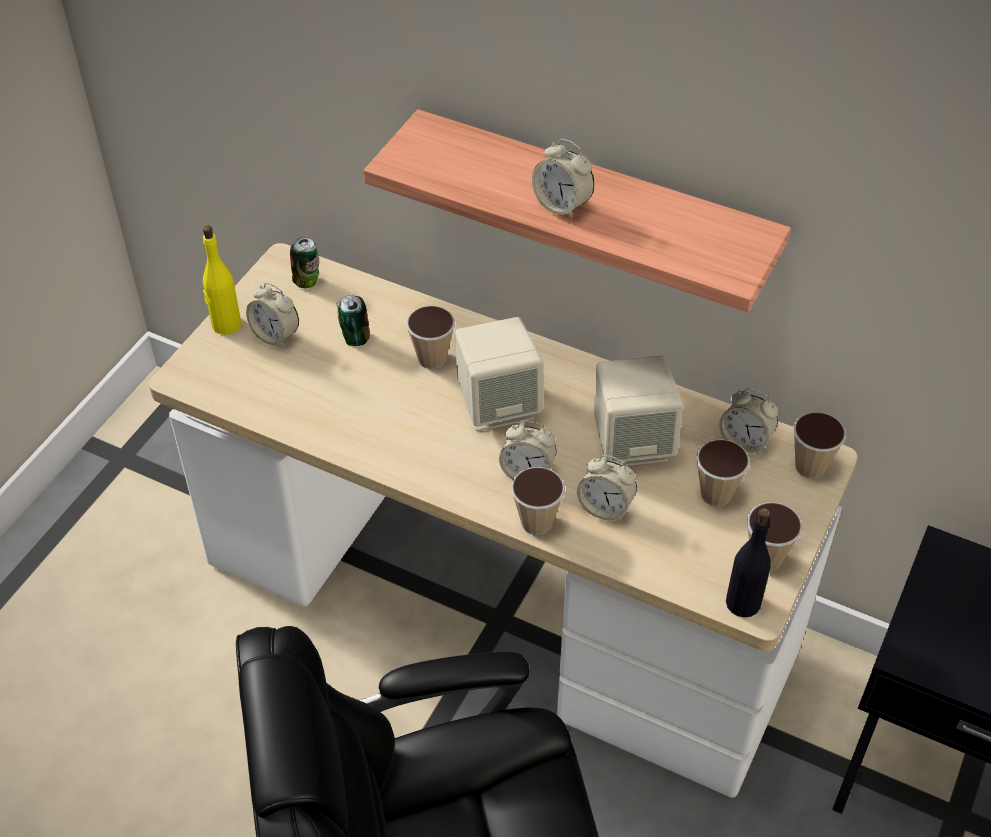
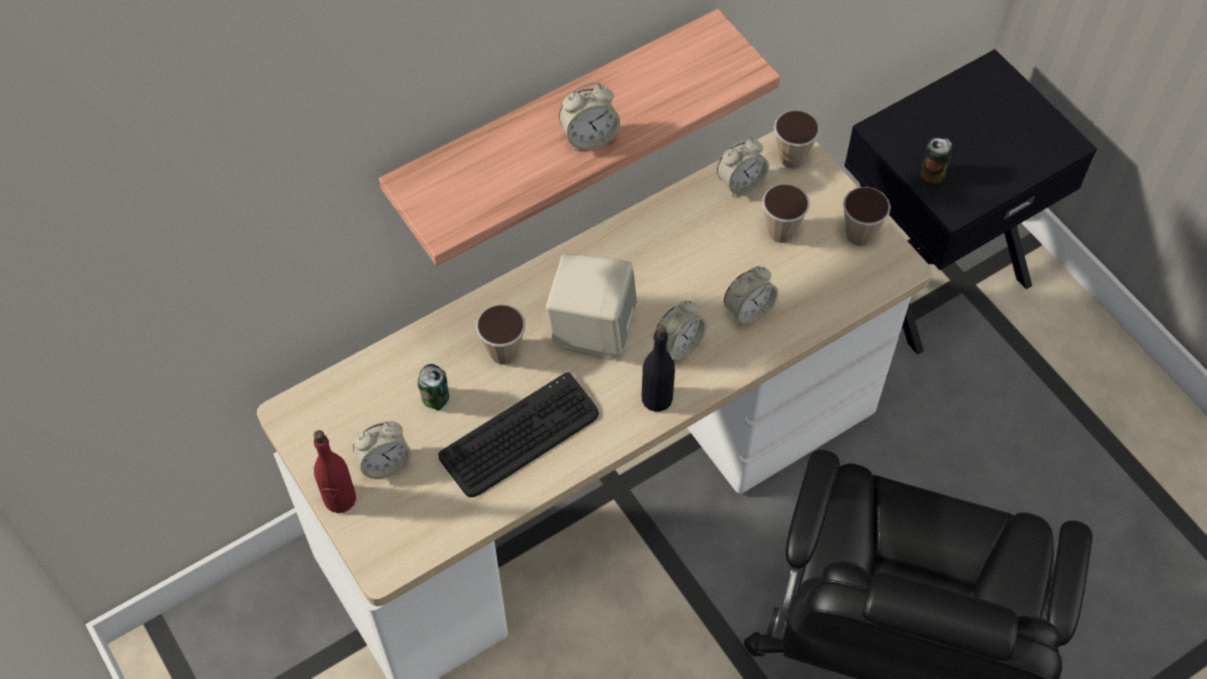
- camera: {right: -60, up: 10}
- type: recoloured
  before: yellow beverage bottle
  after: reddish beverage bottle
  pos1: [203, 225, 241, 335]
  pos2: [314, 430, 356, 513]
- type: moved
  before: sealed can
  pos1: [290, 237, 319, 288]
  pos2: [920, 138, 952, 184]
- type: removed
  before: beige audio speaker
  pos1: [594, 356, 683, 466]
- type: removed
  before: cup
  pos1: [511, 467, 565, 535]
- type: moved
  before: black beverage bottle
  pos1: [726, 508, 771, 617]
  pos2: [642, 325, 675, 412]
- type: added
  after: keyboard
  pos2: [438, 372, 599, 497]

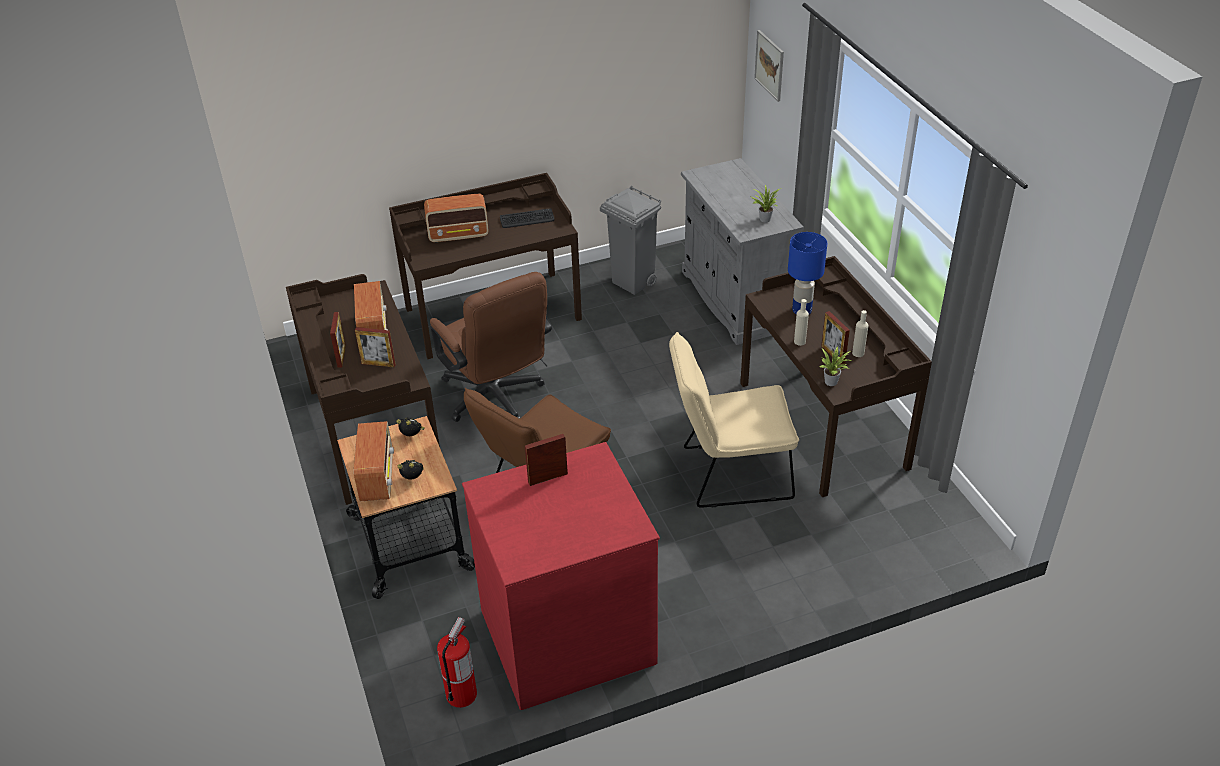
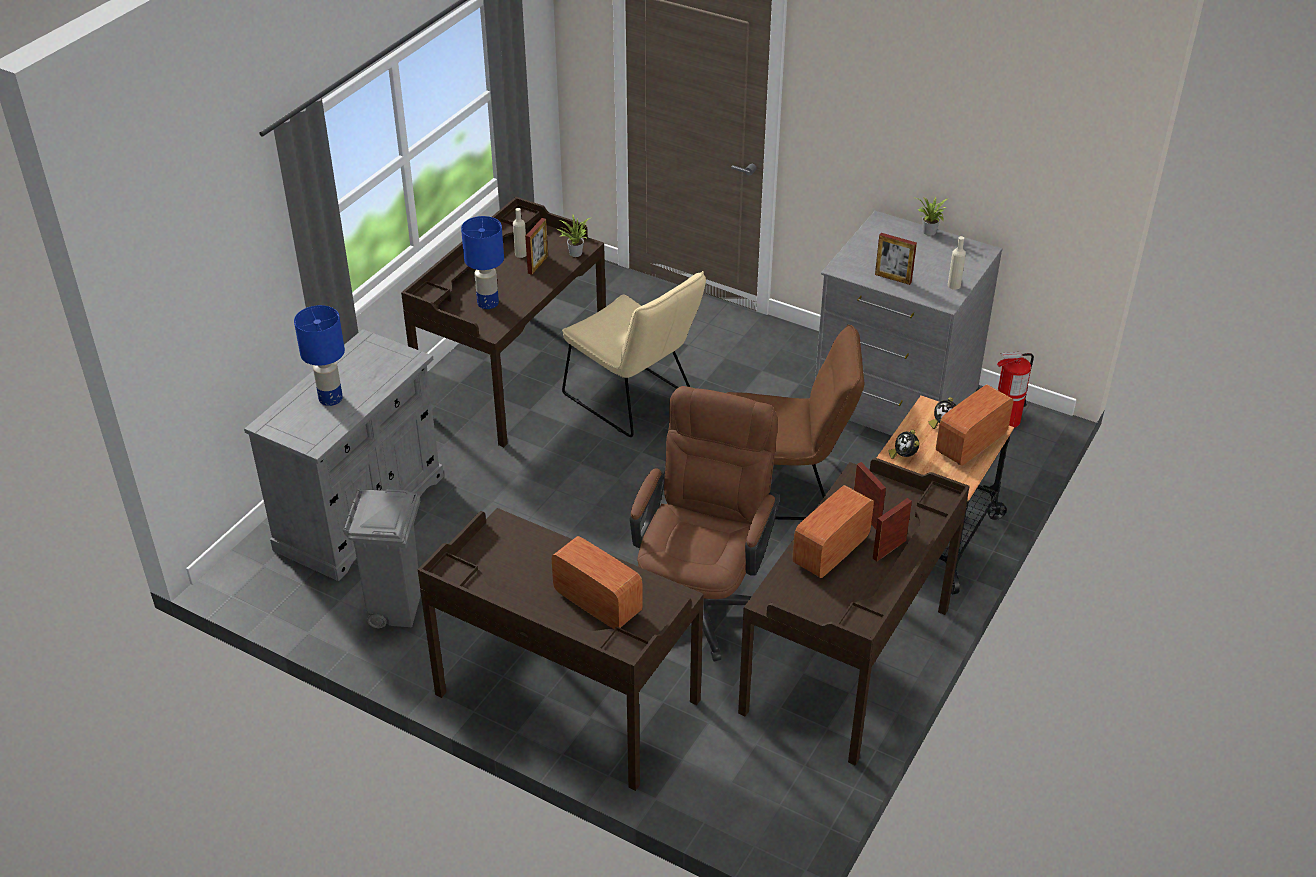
- camera: {right: -130, up: 0}
- type: removed
  before: picture
  pos1: [754, 30, 784, 102]
- type: moved
  before: plant in a pot
  pos1: [751, 185, 781, 222]
  pos2: [913, 196, 947, 236]
- type: removed
  before: keyboard
  pos1: [500, 208, 554, 228]
- type: moved
  before: beige beverage bottle
  pos1: [794, 299, 809, 346]
  pos2: [948, 236, 966, 290]
- type: recoloured
  before: reddish drawer chest
  after: greyish drawer chest
  pos1: [462, 442, 660, 710]
  pos2: [815, 211, 1002, 436]
- type: added
  after: blue-coloured table lamp
  pos2: [294, 305, 345, 406]

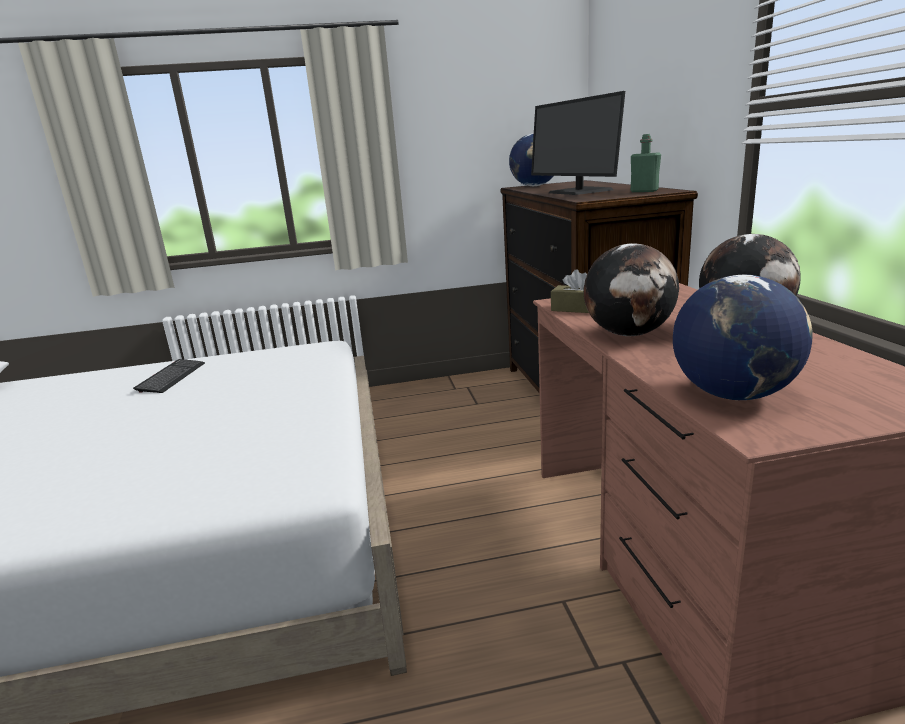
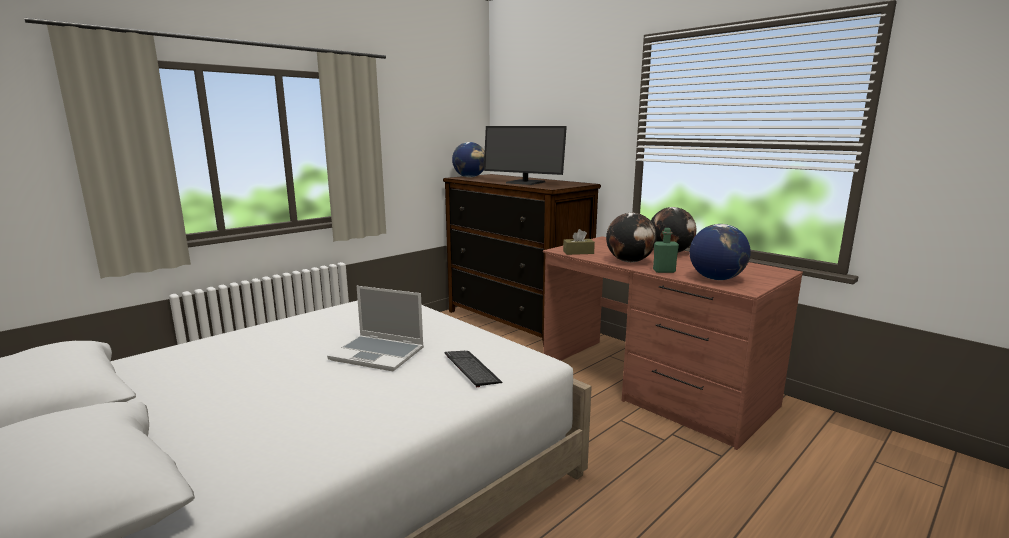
- camera: {right: -35, up: -5}
- type: moved
  before: green-coloured beverage bottle
  pos1: [631, 134, 661, 192]
  pos2: [653, 228, 679, 273]
- type: moved
  before: keyboard
  pos1: [133, 359, 205, 393]
  pos2: [444, 351, 503, 388]
- type: added
  after: laptop
  pos2: [327, 286, 424, 371]

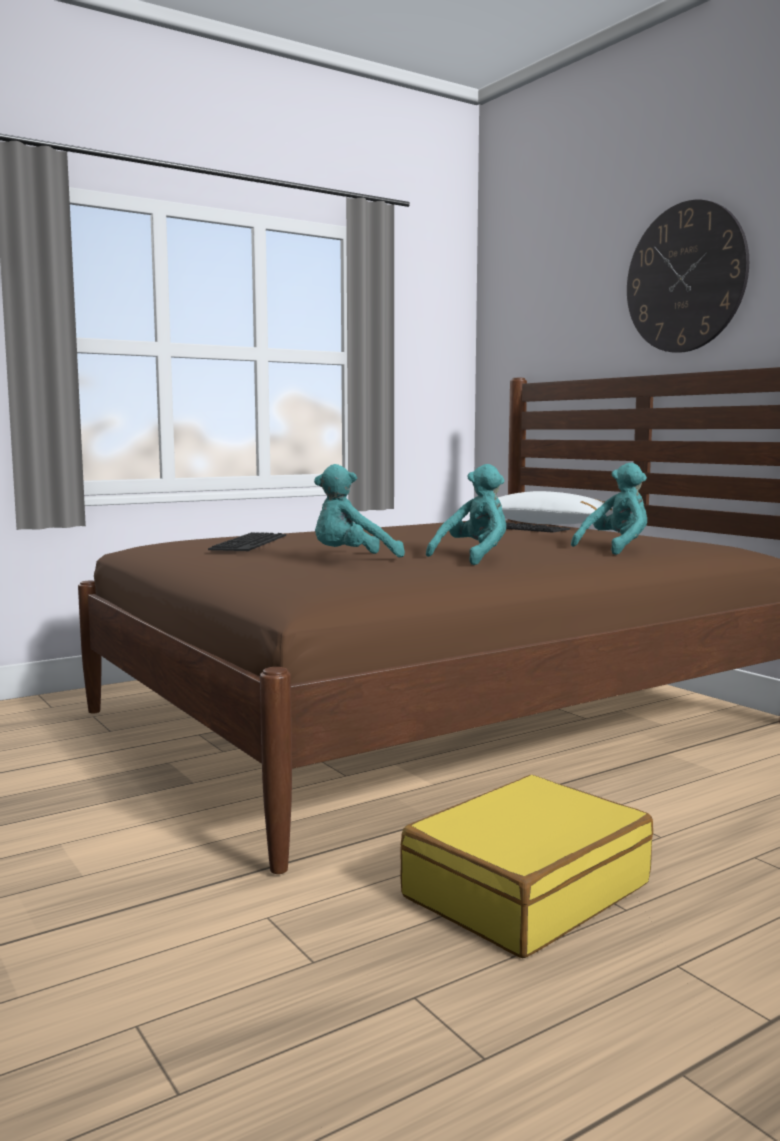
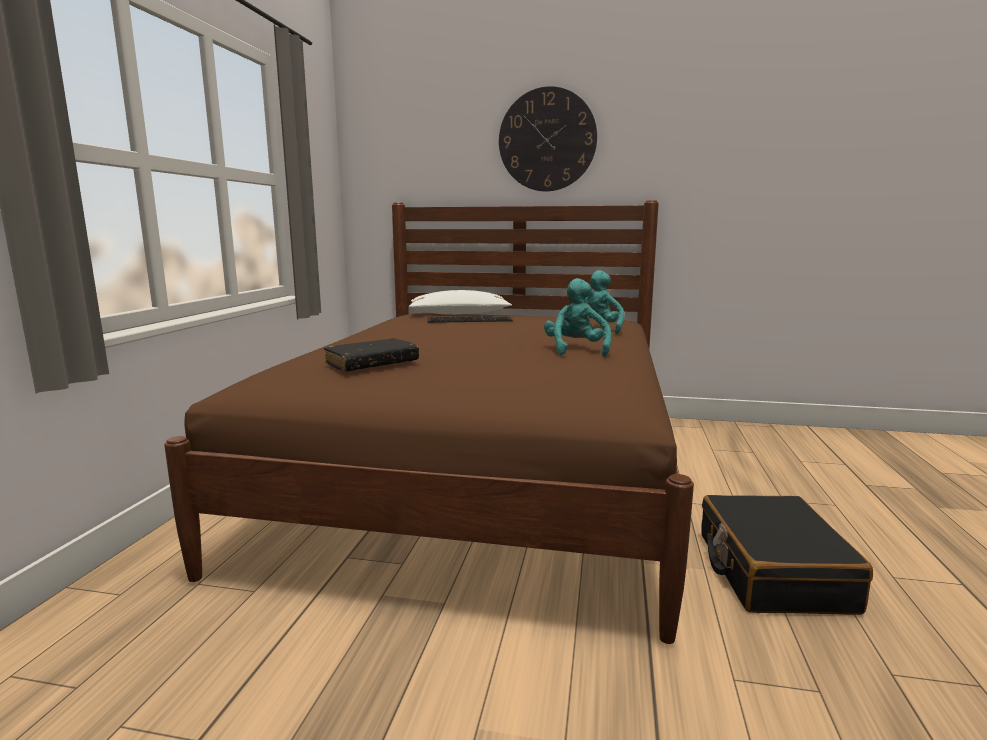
- camera: {right: -45, up: 5}
- type: removed
  before: turquoise plush toy
  pos1: [314, 464, 405, 558]
- type: replaced
  before: keyboard
  after: black book
  pos1: [208, 532, 286, 551]
  pos2: [324, 338, 419, 372]
- type: recoloured
  before: yellow suitcase
  after: black suitcase
  pos1: [400, 775, 653, 958]
  pos2: [701, 495, 873, 615]

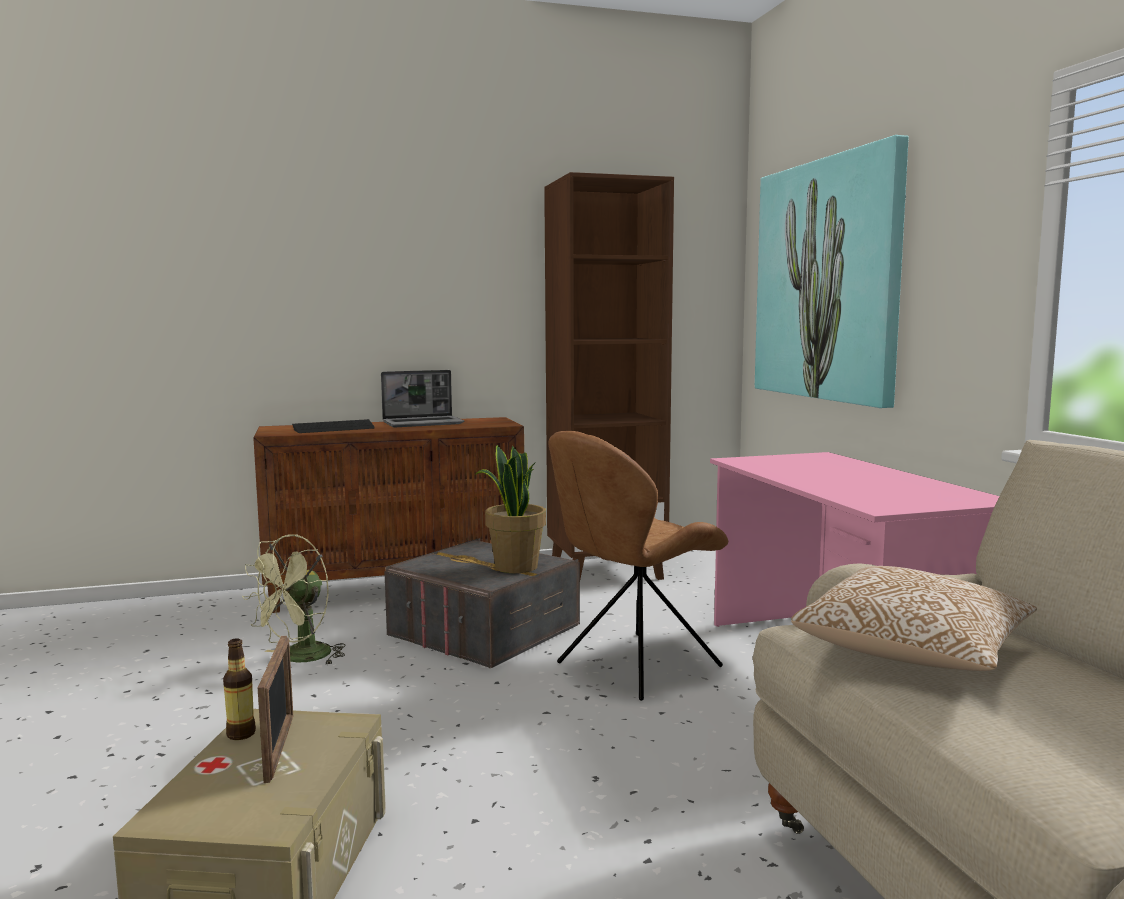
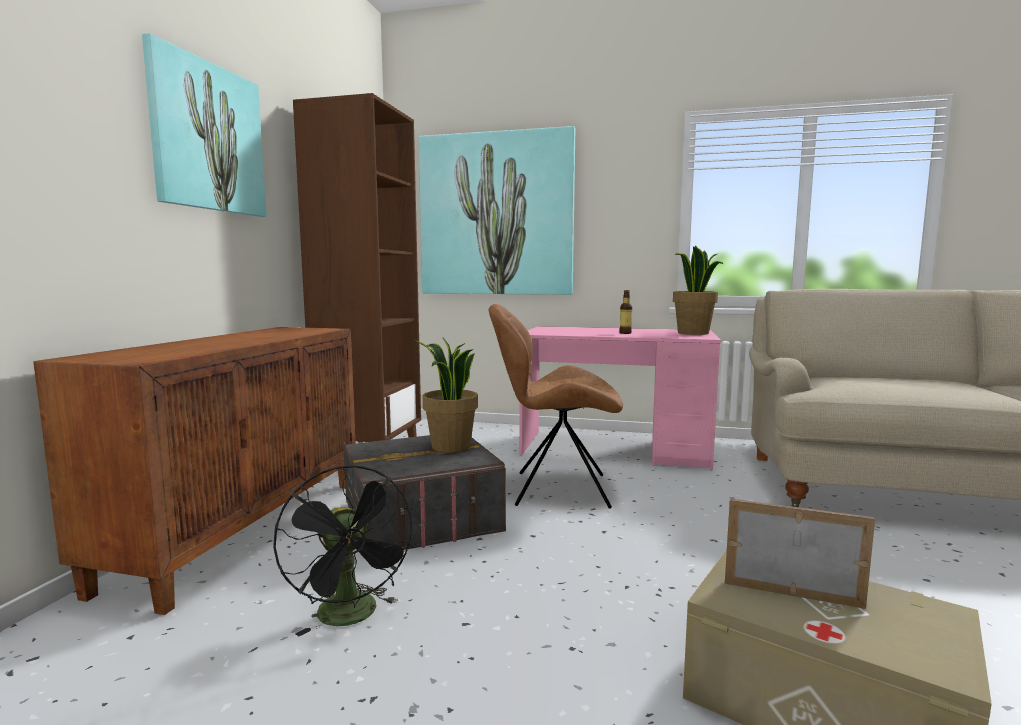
- camera: {right: -60, up: 0}
- type: removed
  before: laptop
  pos1: [381, 370, 464, 427]
- type: removed
  before: keyboard
  pos1: [292, 419, 375, 433]
- type: turned
  before: brown-coloured plain chair
  pos1: [548, 431, 728, 701]
  pos2: [489, 304, 623, 509]
  turn: 105
- type: recoloured
  before: green-coloured electric fan
  after: black electric fan
  pos1: [242, 534, 346, 665]
  pos2: [273, 465, 415, 637]
- type: removed
  before: pillow
  pos1: [791, 566, 1037, 671]
- type: moved
  before: beverage bottle
  pos1: [223, 638, 256, 740]
  pos2: [619, 290, 632, 334]
- type: added
  after: picture
  pos2: [142, 33, 267, 217]
- type: added
  after: plant in a pot
  pos2: [673, 246, 723, 335]

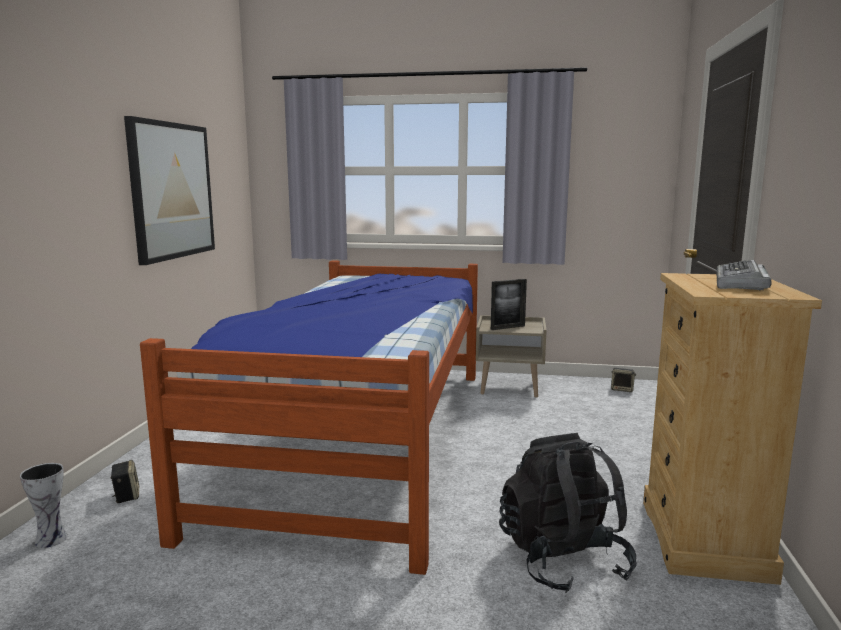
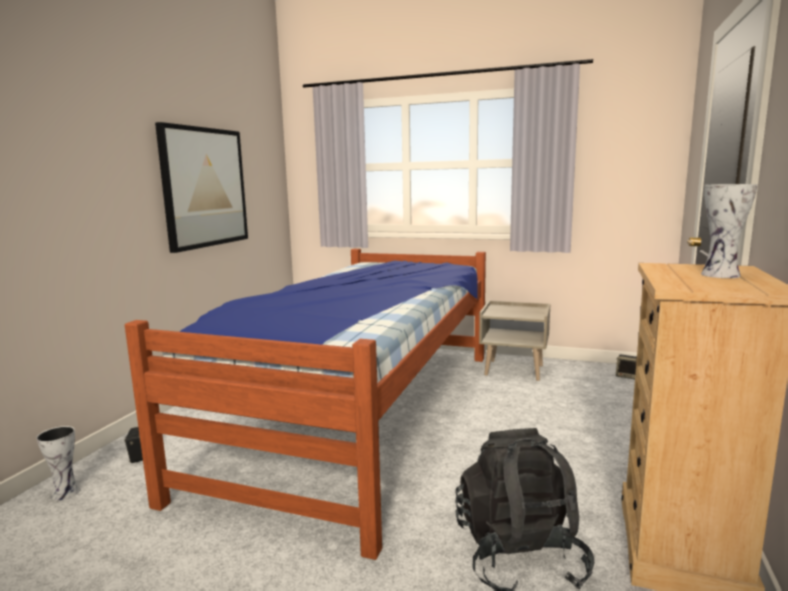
- camera: {right: 10, up: 0}
- type: replaced
  before: keyboard
  after: vase
  pos1: [716, 260, 772, 290]
  pos2: [701, 184, 758, 278]
- type: removed
  before: standing frame
  pos1: [491, 279, 527, 330]

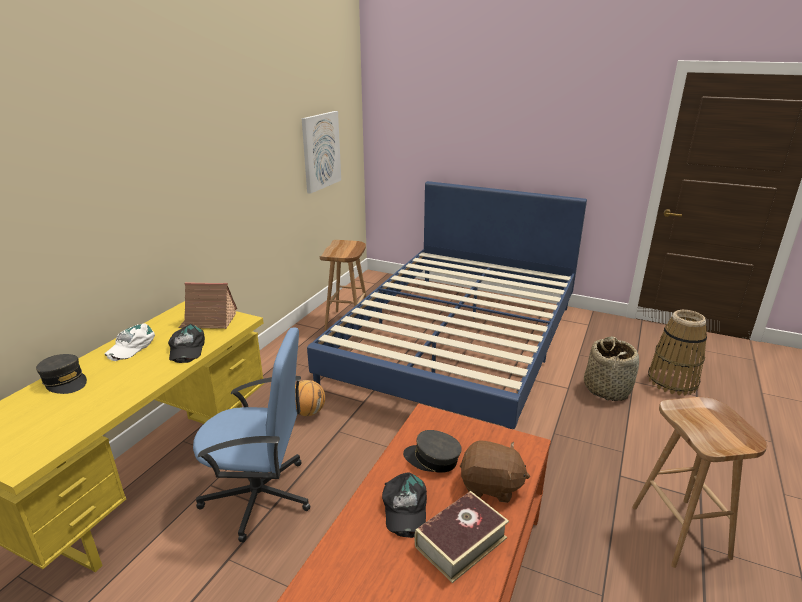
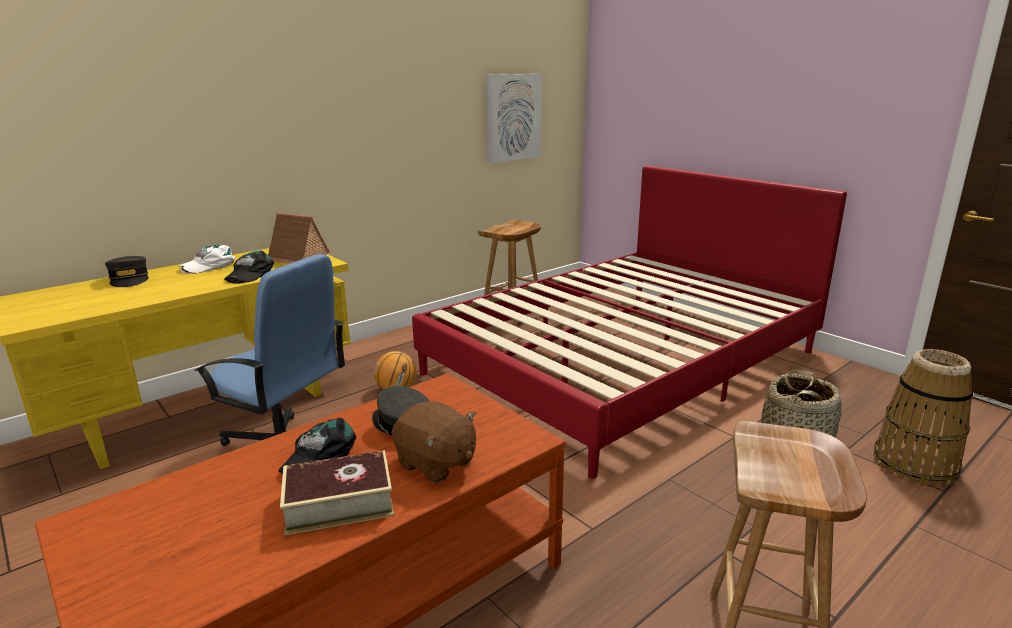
- camera: {right: 25, up: -5}
- type: recoloured
  before: blue-coloured bed
  after: reddish bed
  pos1: [307, 181, 587, 429]
  pos2: [412, 166, 847, 479]

